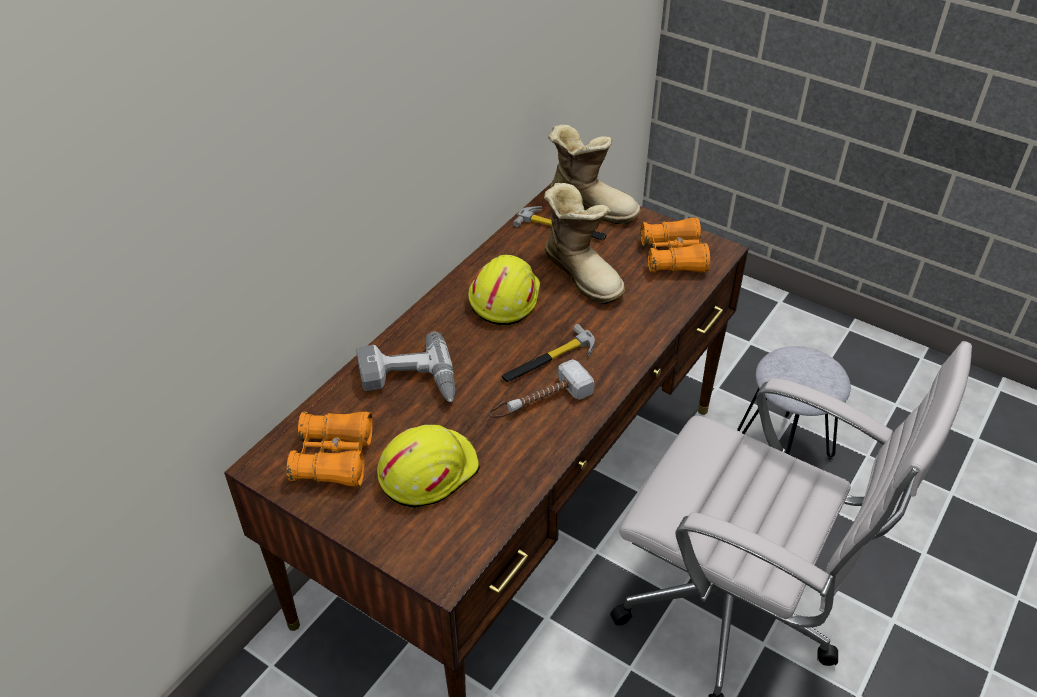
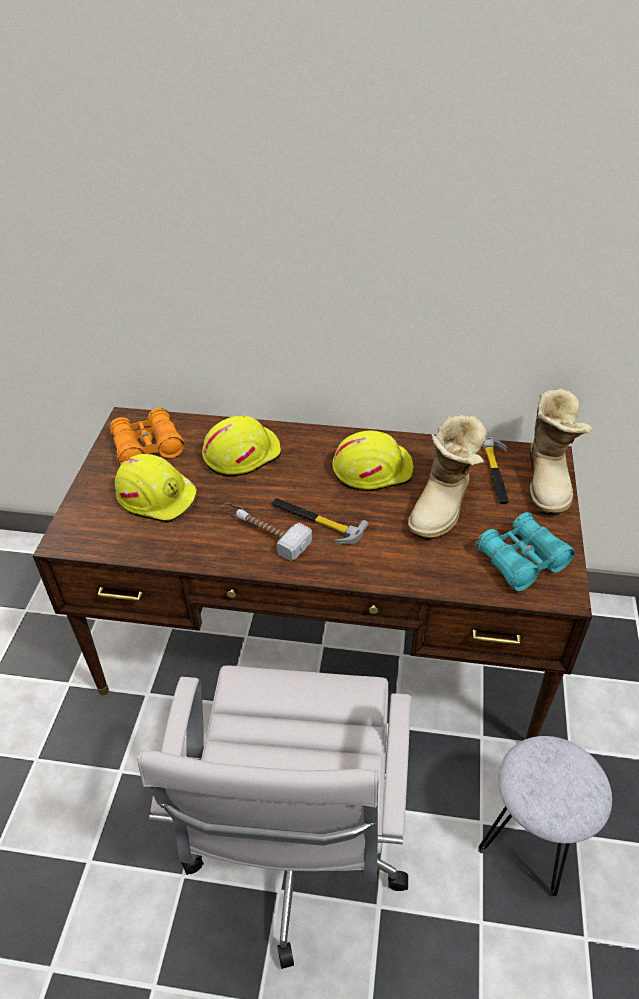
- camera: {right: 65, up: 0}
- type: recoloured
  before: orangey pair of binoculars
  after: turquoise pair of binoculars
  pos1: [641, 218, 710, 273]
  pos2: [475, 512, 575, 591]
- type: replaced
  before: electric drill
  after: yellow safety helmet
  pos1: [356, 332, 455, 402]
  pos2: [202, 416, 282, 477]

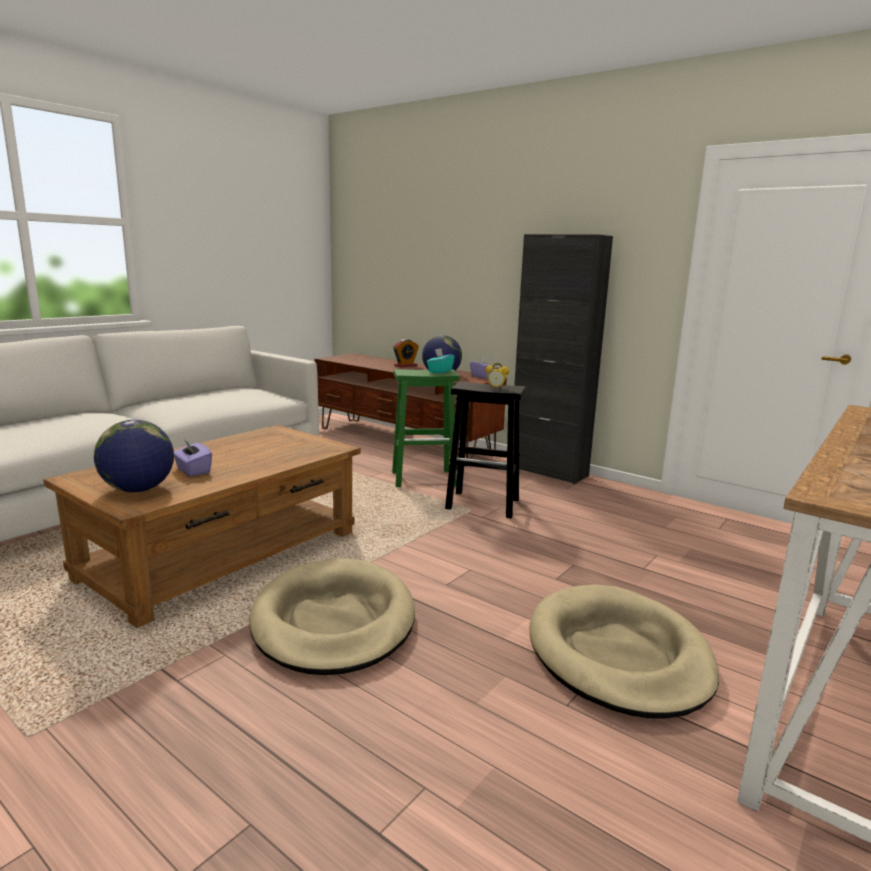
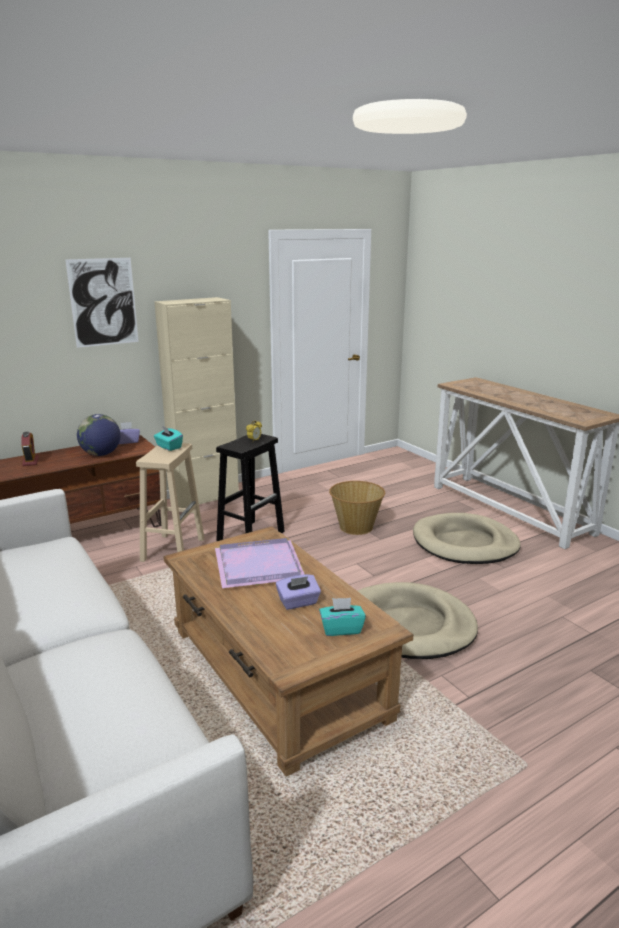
- camera: {right: -70, up: 5}
- type: recoloured
  before: black cupboard
  after: beige cupboard
  pos1: [514, 234, 613, 484]
  pos2: [154, 297, 239, 508]
- type: recoloured
  before: green-coloured sitting stool
  after: beige sitting stool
  pos1: [392, 369, 459, 487]
  pos2: [136, 443, 205, 562]
- type: replaced
  before: world globe
  after: turquoise tissue box
  pos1: [94, 420, 174, 492]
  pos2: [319, 598, 366, 636]
- type: added
  after: picture
  pos2: [65, 258, 139, 348]
- type: added
  after: basket
  pos2: [329, 481, 385, 535]
- type: added
  after: purple-coloured serving tray
  pos2: [215, 538, 305, 588]

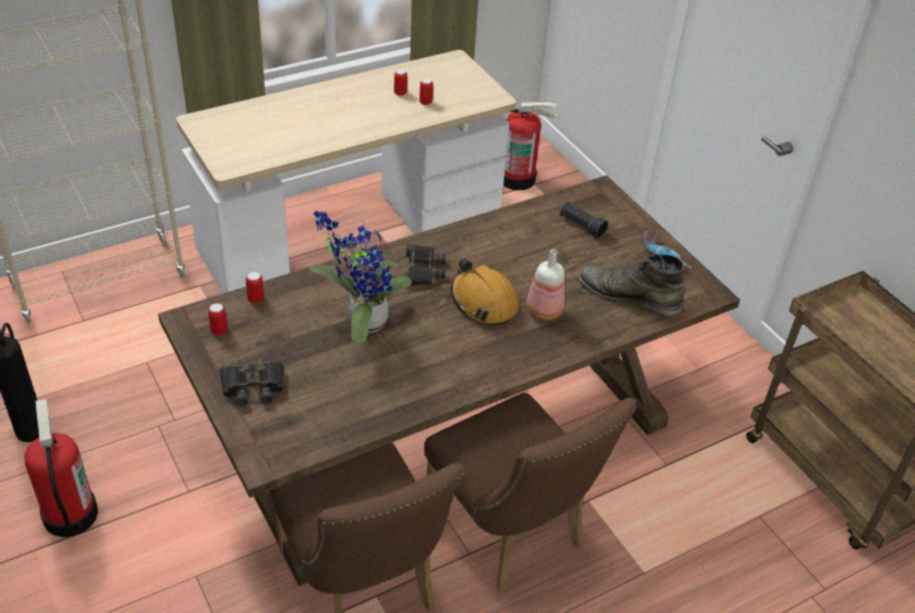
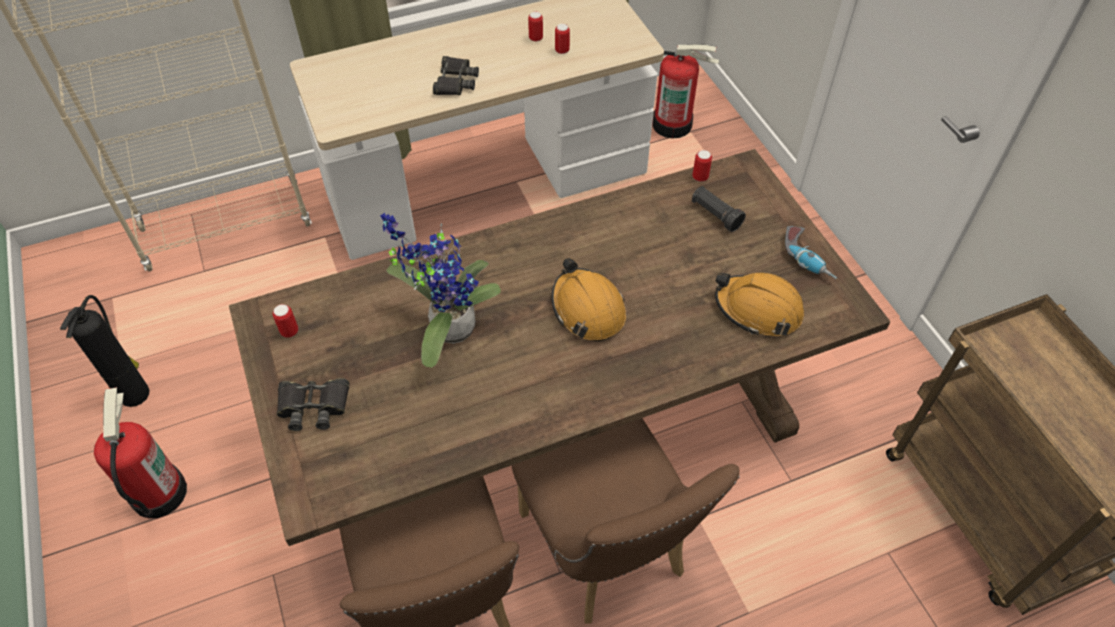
- camera: {right: 10, up: 10}
- type: moved
  before: black pair of binoculars
  pos1: [404, 244, 446, 285]
  pos2: [433, 56, 479, 95]
- type: removed
  before: beverage bottle
  pos1: [526, 249, 565, 320]
- type: replaced
  before: green-coloured boot
  after: orangey safety helmet
  pos1: [578, 254, 685, 317]
  pos2: [715, 273, 804, 336]
- type: moved
  before: sealed can
  pos1: [246, 272, 264, 303]
  pos2: [692, 150, 712, 182]

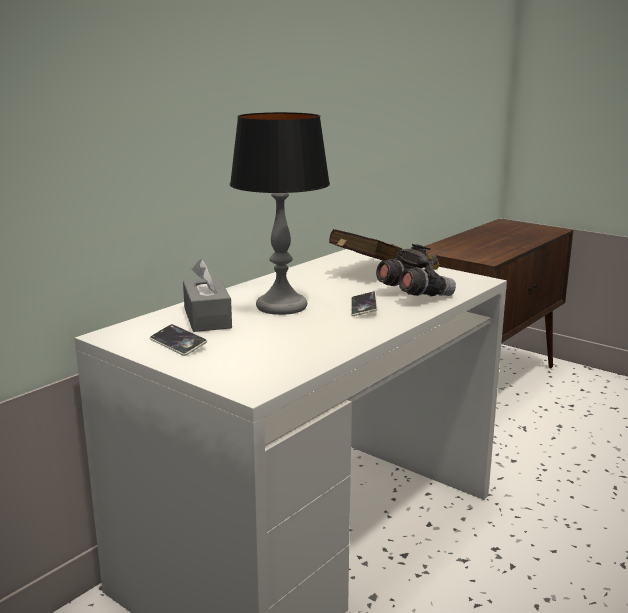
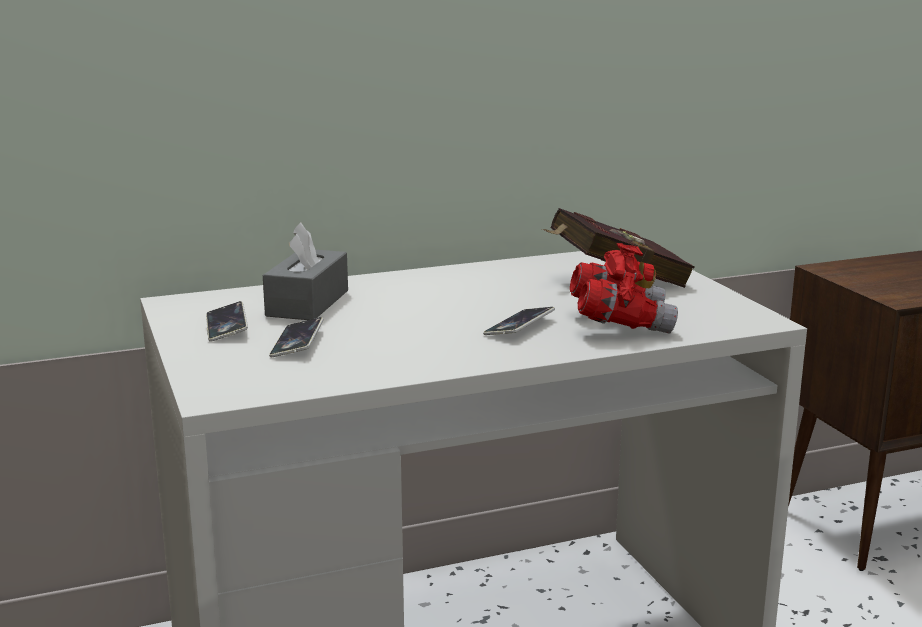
- camera: {right: 30, up: 0}
- type: removed
  before: table lamp
  pos1: [230, 112, 330, 315]
- type: recoloured
  before: greyish pair of binoculars
  after: reddish pair of binoculars
  pos1: [376, 244, 456, 296]
  pos2: [570, 243, 678, 333]
- type: added
  after: handset
  pos2: [269, 317, 324, 357]

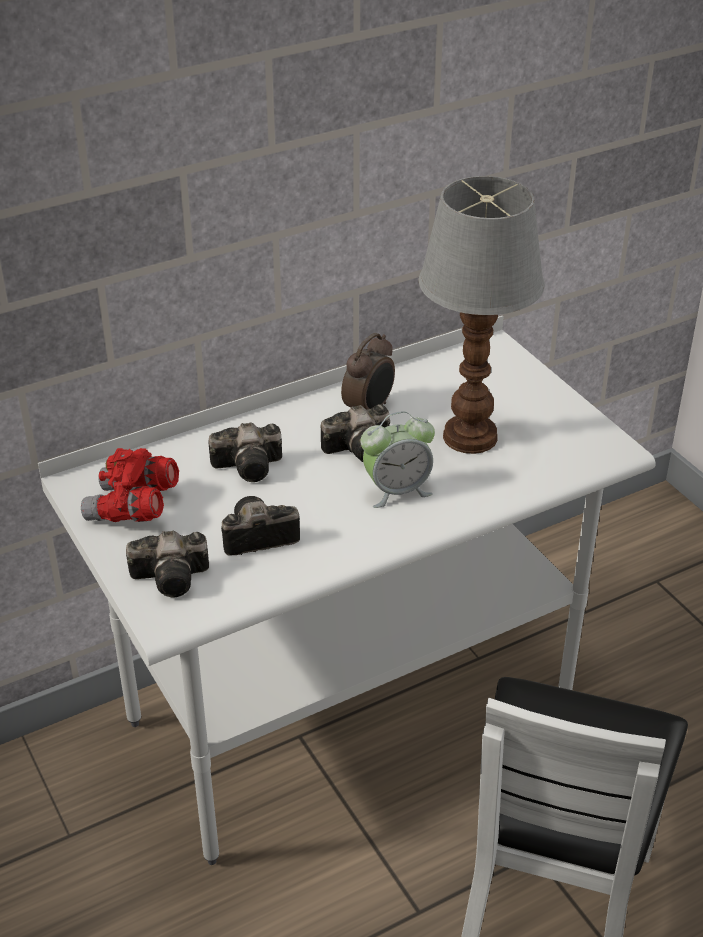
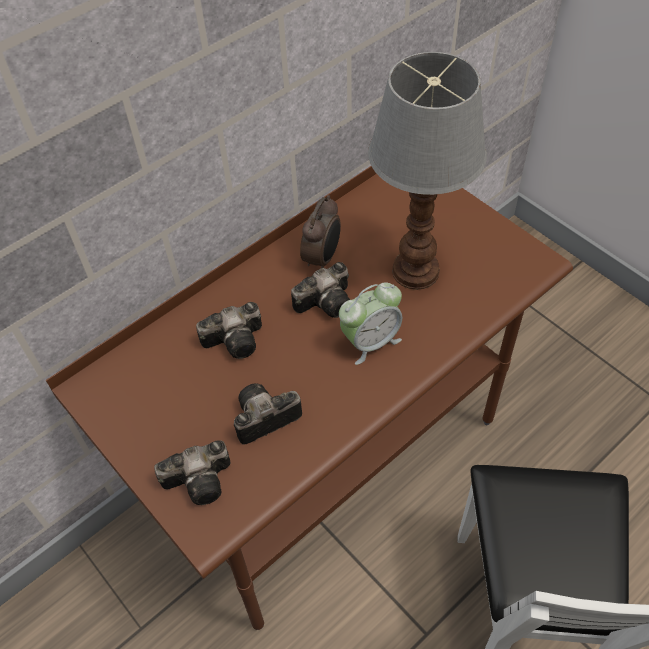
- camera: {right: -10, up: 15}
- type: recoloured
  before: white desk
  after: brown-coloured desk
  pos1: [38, 316, 656, 865]
  pos2: [46, 166, 573, 630]
- type: removed
  before: reddish pair of binoculars
  pos1: [81, 448, 179, 522]

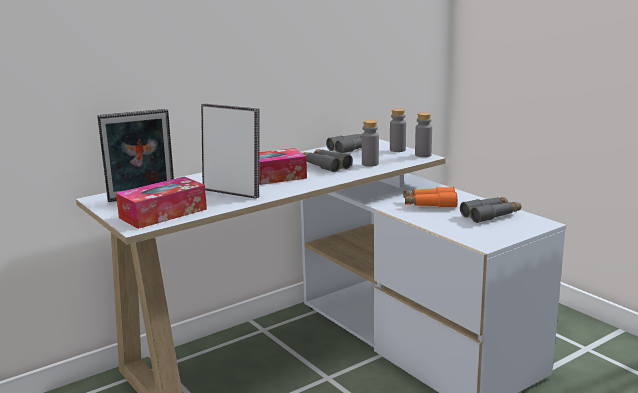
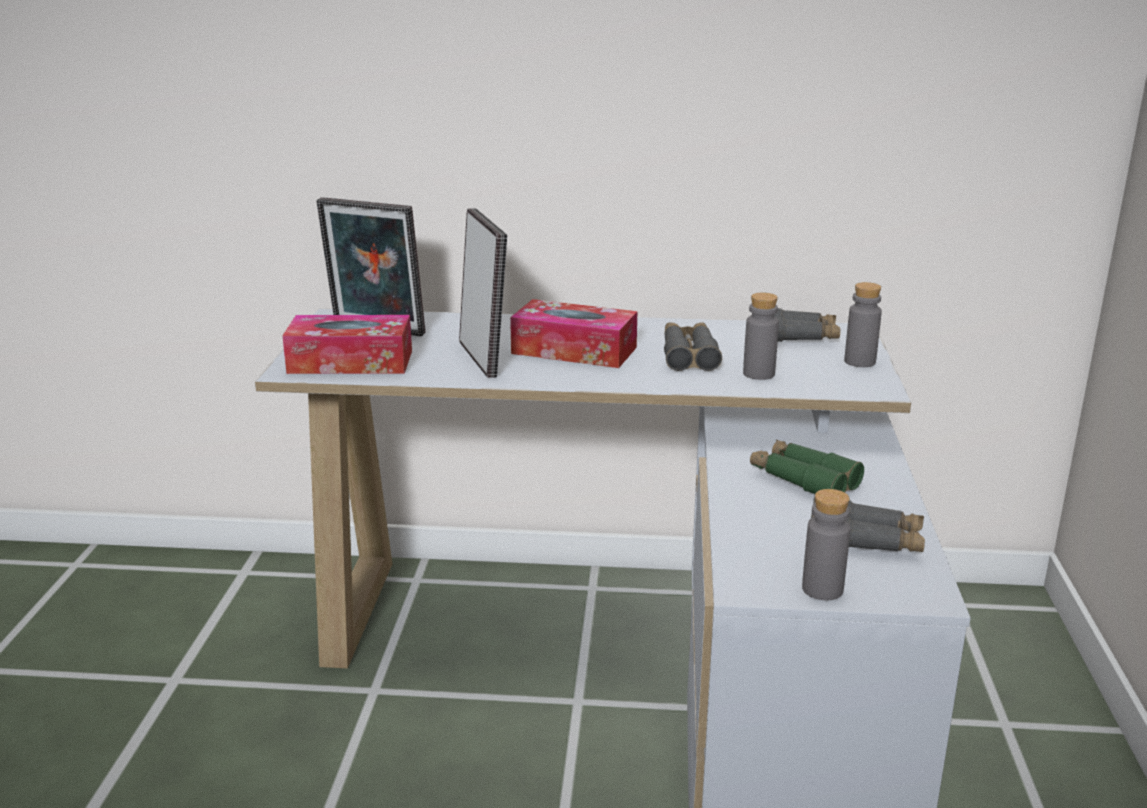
- camera: {right: 40, up: 5}
- type: moved
  before: greyish beverage bottle
  pos1: [415, 112, 432, 157]
  pos2: [802, 489, 850, 600]
- type: recoloured
  before: orangey pair of binoculars
  after: green-coloured pair of binoculars
  pos1: [403, 187, 458, 207]
  pos2: [750, 440, 864, 494]

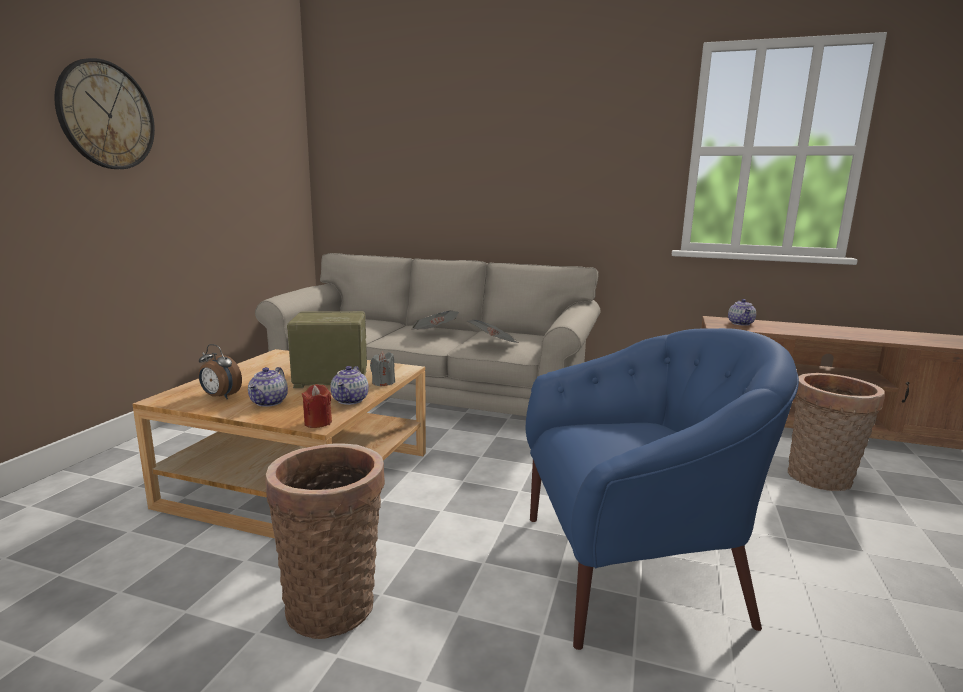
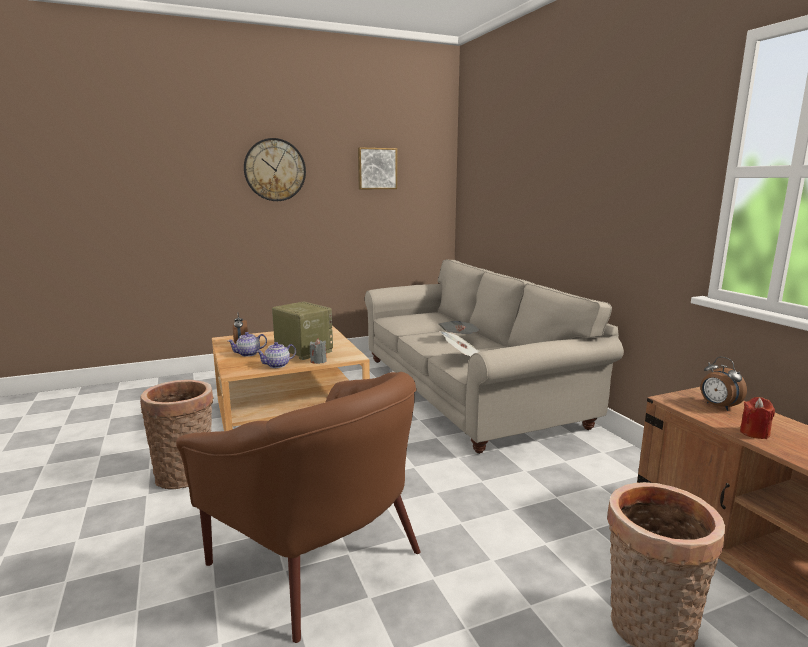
- camera: {right: 50, up: 0}
- type: replaced
  before: teapot
  after: alarm clock
  pos1: [728, 299, 756, 326]
  pos2: [700, 356, 747, 411]
- type: recoloured
  before: blue-coloured armchair
  after: brown-coloured armchair
  pos1: [526, 328, 799, 650]
  pos2: [176, 372, 420, 643]
- type: moved
  before: reddish wax candle
  pos1: [302, 384, 332, 428]
  pos2: [740, 397, 775, 439]
- type: added
  after: picture
  pos2: [358, 147, 397, 189]

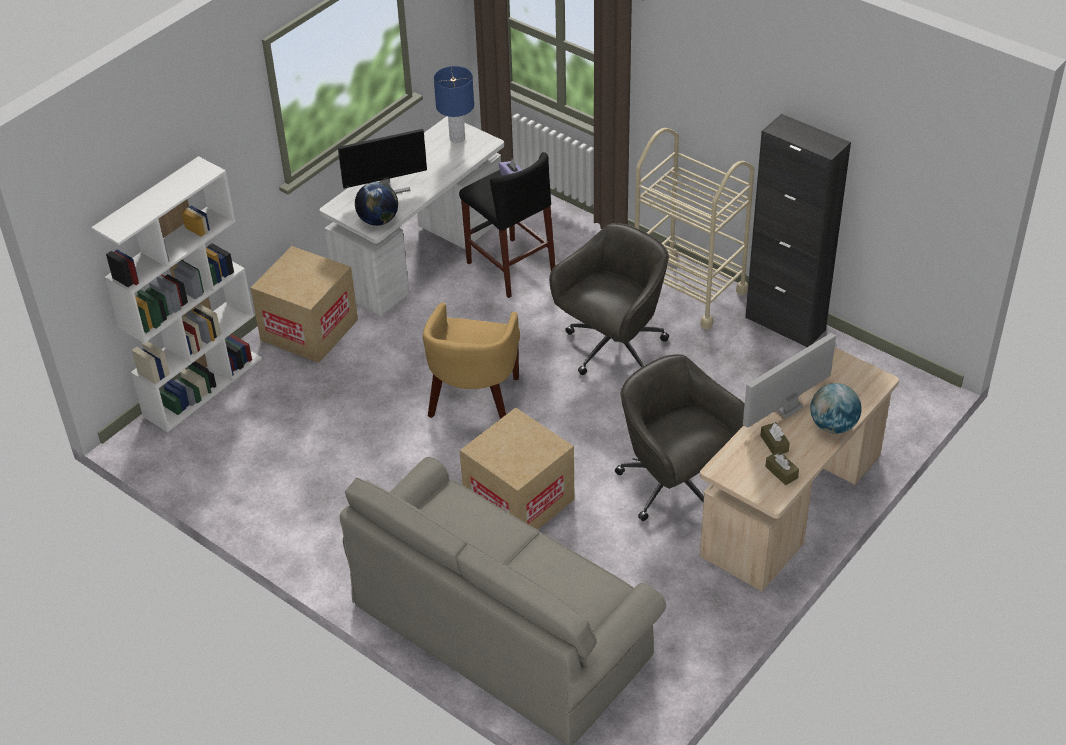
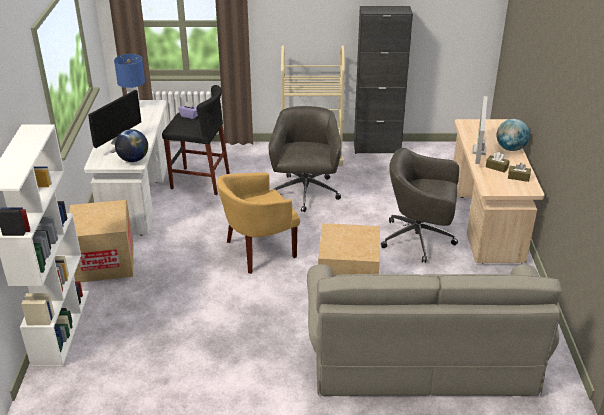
- camera: {right: -40, up: -10}
- type: turned
  before: yellow armchair
  pos1: [423, 302, 520, 419]
  pos2: [216, 172, 300, 274]
  turn: 90

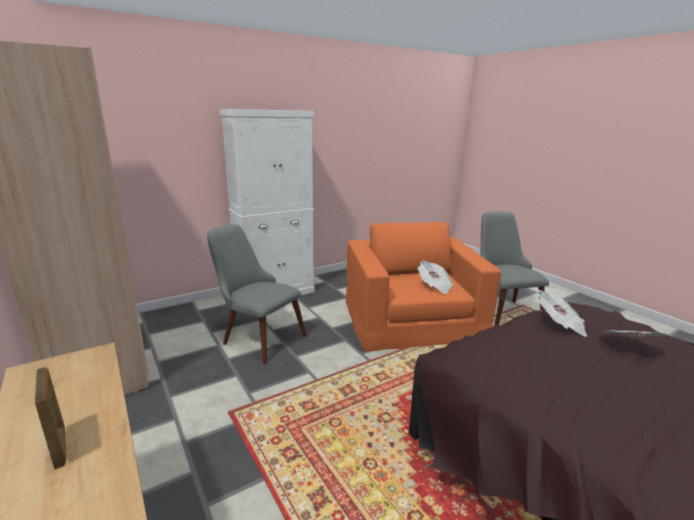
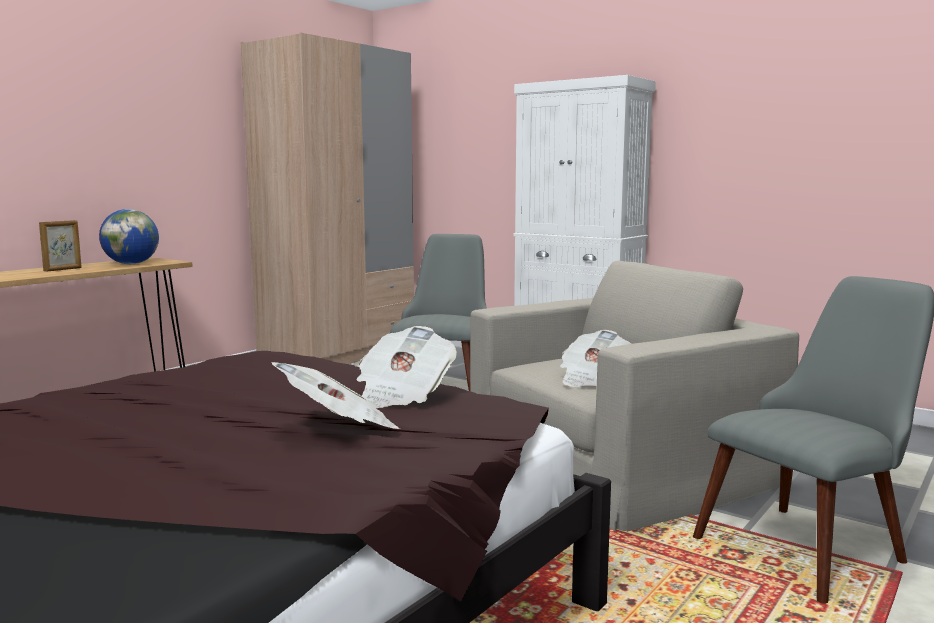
- camera: {right: 70, up: -10}
- type: recoloured
  before: orangey armchair
  after: beige armchair
  pos1: [346, 222, 501, 352]
  pos2: [470, 261, 799, 532]
- type: added
  after: world globe
  pos2: [99, 209, 159, 264]

